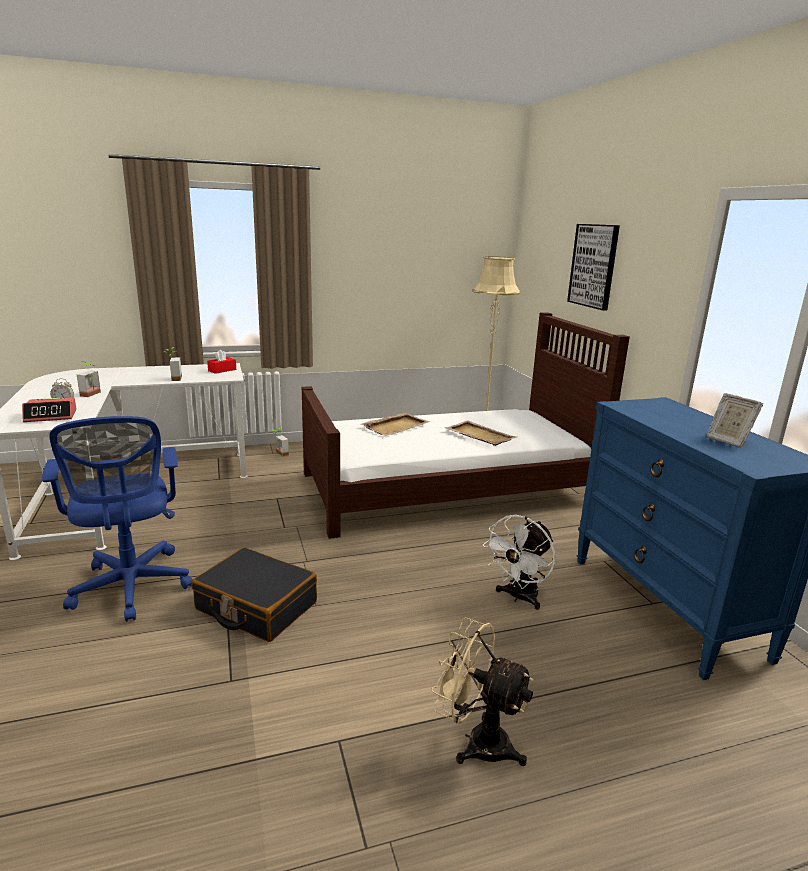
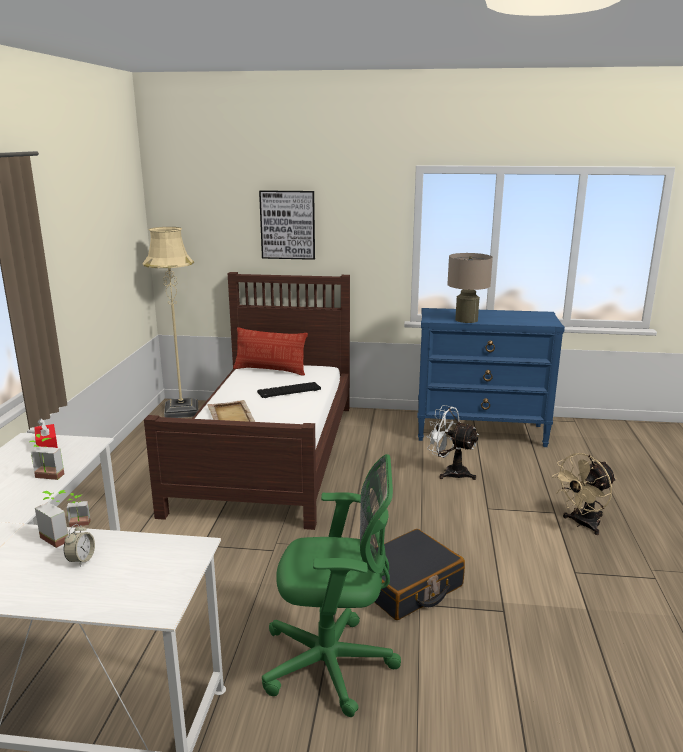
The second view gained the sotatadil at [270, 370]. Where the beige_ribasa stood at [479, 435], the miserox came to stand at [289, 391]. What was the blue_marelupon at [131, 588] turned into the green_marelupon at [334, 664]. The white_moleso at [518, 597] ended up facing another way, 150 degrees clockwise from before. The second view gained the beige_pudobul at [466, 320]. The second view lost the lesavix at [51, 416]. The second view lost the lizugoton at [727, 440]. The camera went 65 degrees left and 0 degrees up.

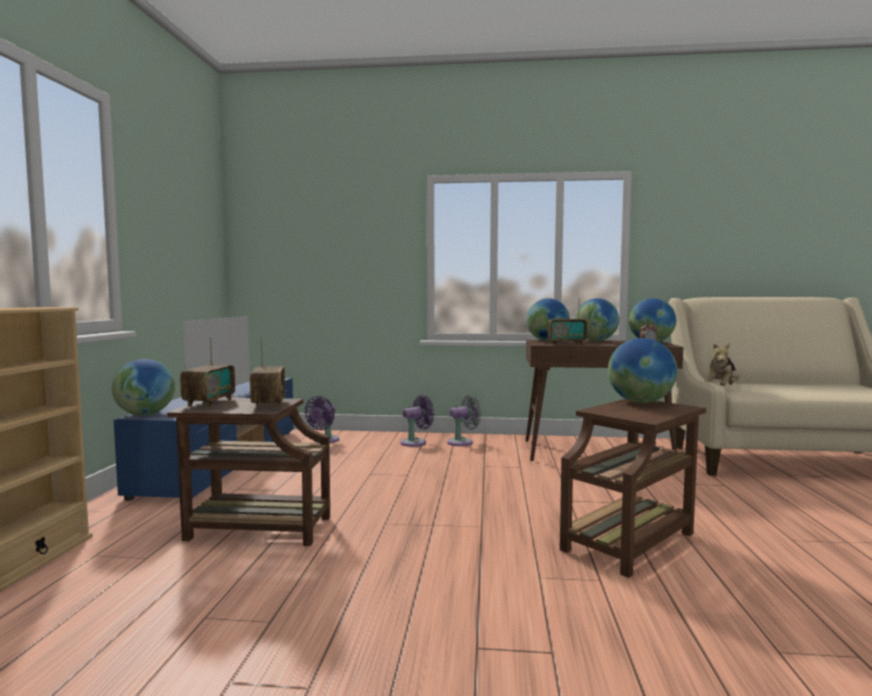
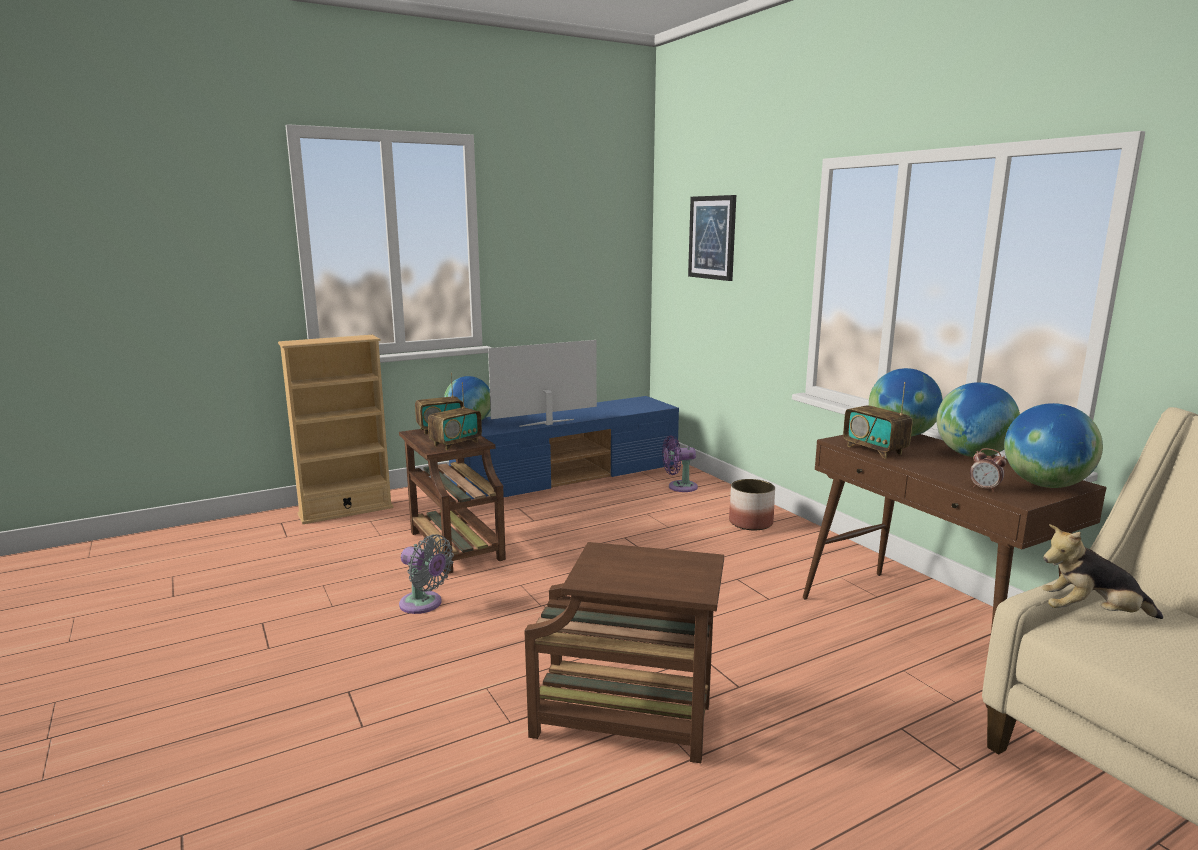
The grey_moleso ended up elsewhere, having gone from [462, 442] to [424, 604]. The second view gained the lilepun at [712, 237]. Where the purple_moleso stood at [416, 442], the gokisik came to stand at [750, 523]. The second view lost the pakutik at [640, 402]. The camera went 55 degrees right and 10 degrees up.

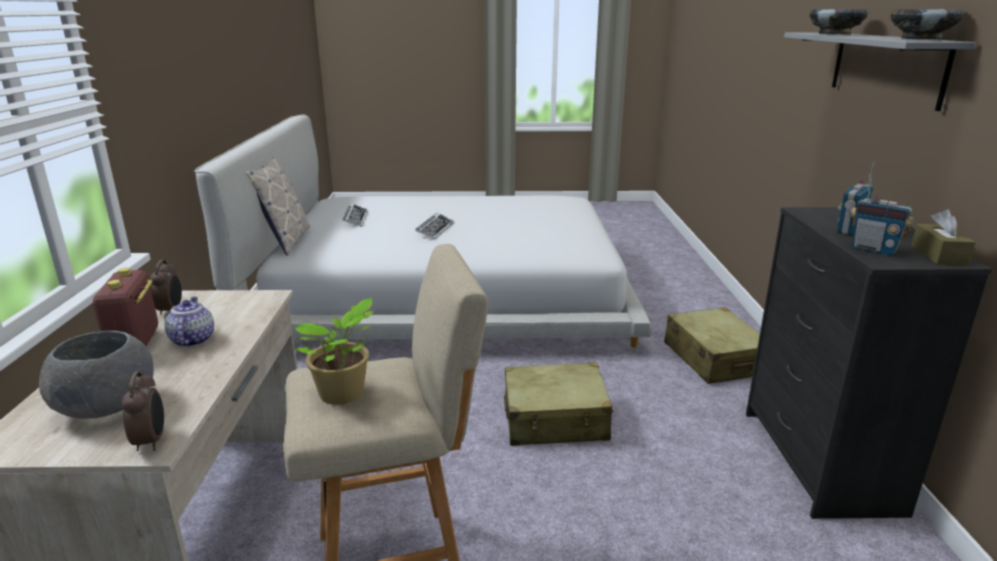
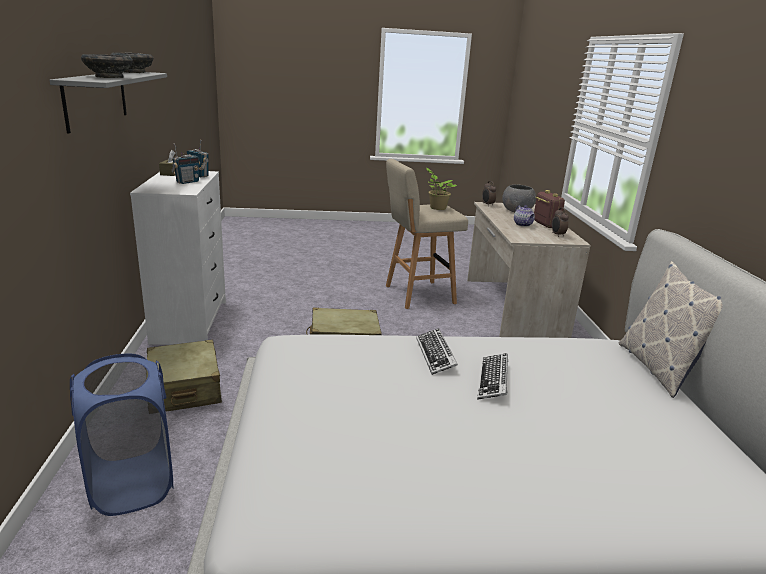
The second view gained the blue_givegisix at [132, 484]. What was the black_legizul at [818, 460] turned into the white_legizul at [191, 321]. The miserox ended up elsewhere, having gone from [355, 218] to [435, 355]. The camera went 175 degrees right and 0 degrees up.

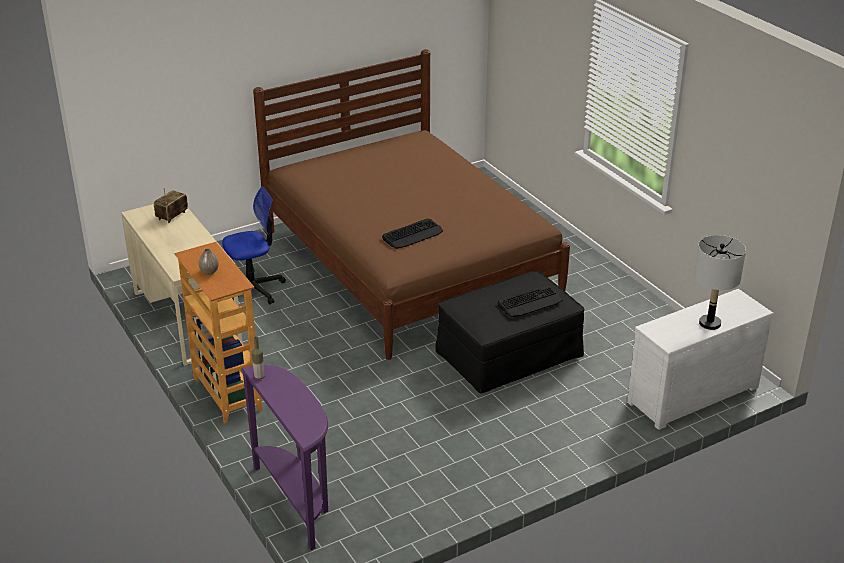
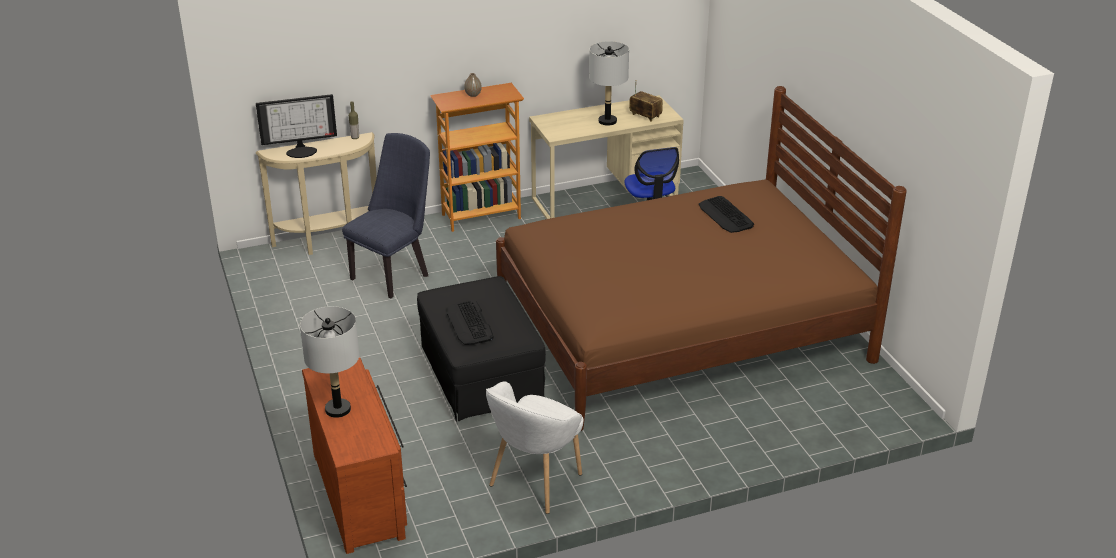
The second view gained the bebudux at [301, 150]. What was the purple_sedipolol at [297, 500] turned into the beige_sedipolol at [329, 242]. What was the white_legizul at [690, 393] turned into the brown_legizul at [362, 493]. The second view gained the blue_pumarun at [394, 274]. The second view gained the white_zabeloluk at [535, 483]. The second view gained the grey_pudobul at [607, 121]. The miserox ended up elsewhere, having gone from [413, 234] to [725, 215]. The camera went 100 degrees right and 0 degrees up.

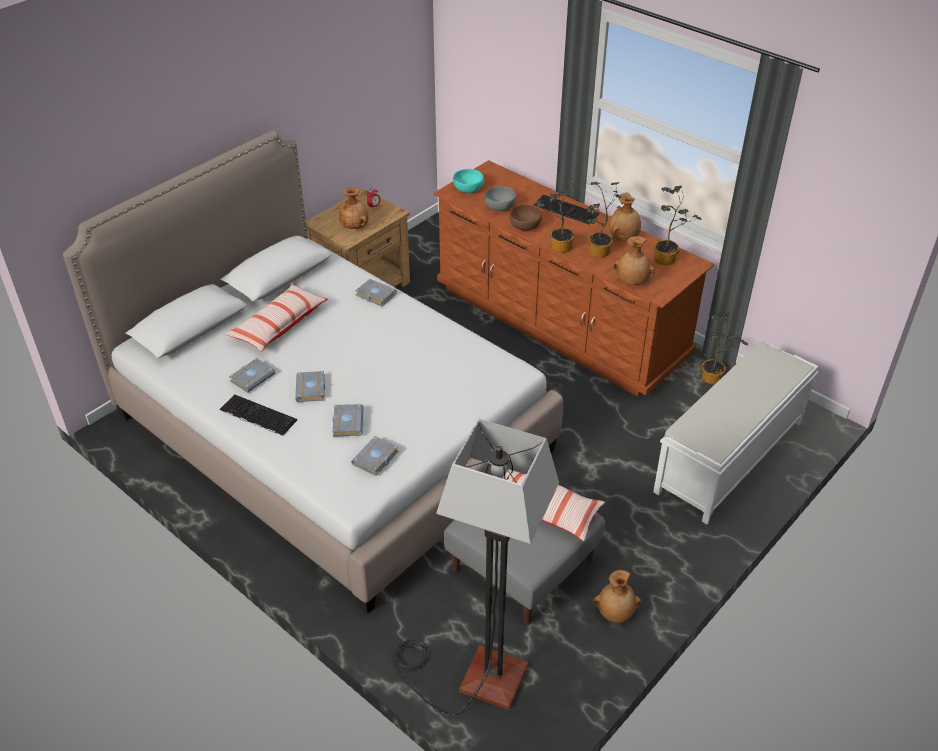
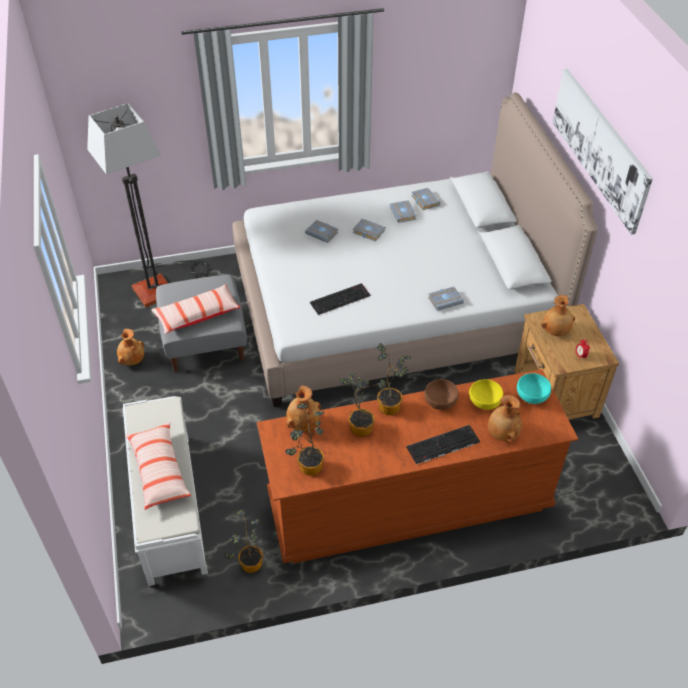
The sotatadil ended up elsewhere, having gone from [279, 325] to [159, 470]. The miserox ended up elsewhere, having gone from [257, 415] to [340, 298]. The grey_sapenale ended up elsewhere, having gone from [376, 459] to [424, 200]. What was the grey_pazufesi at [500, 206] turned into the yellow_pazufesi at [485, 401]. The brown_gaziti ended up elsewhere, having gone from [624, 236] to [502, 433]. The second view gained the lilepun at [600, 147]. The camera went 125 degrees right and 5 degrees up.

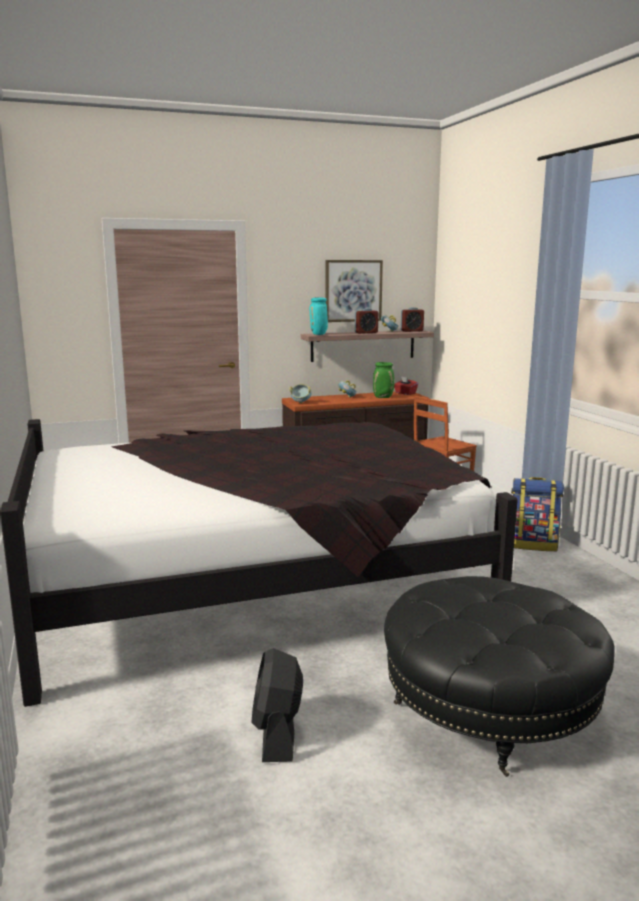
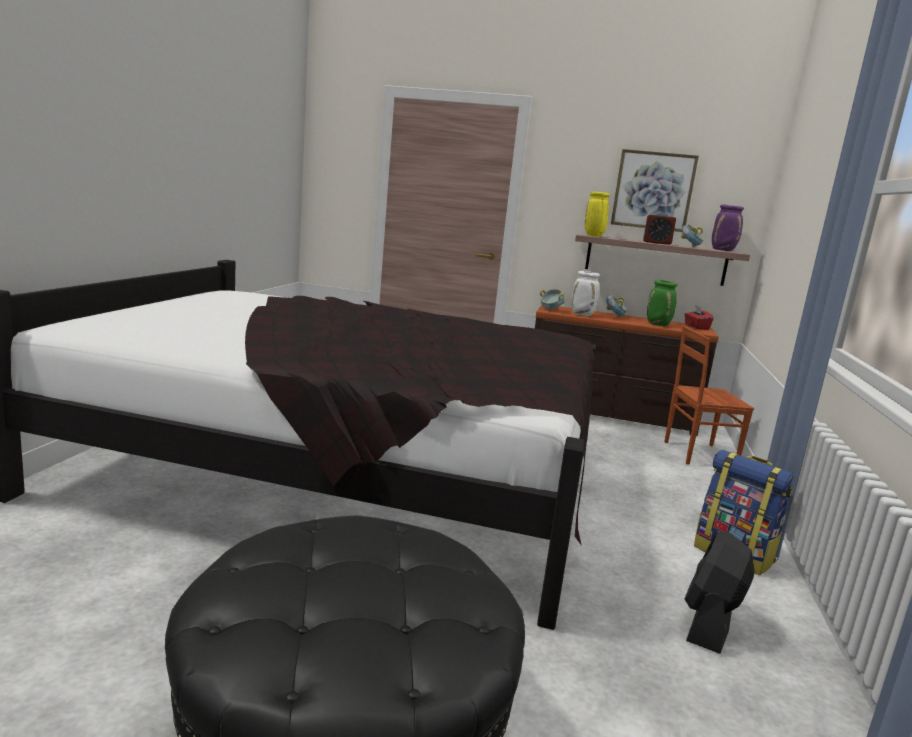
The second view gained the white_gaziti at [583, 315]. What was the turquoise_gaziti at [319, 334] turned into the yellow_gaziti at [594, 236]. The black_moleso ended up elsewhere, having gone from [277, 733] to [709, 623]. Where the lesavix stood at [411, 331], the purple_gaziti came to stand at [723, 250]. The camera went 30 degrees right and 0 degrees up.

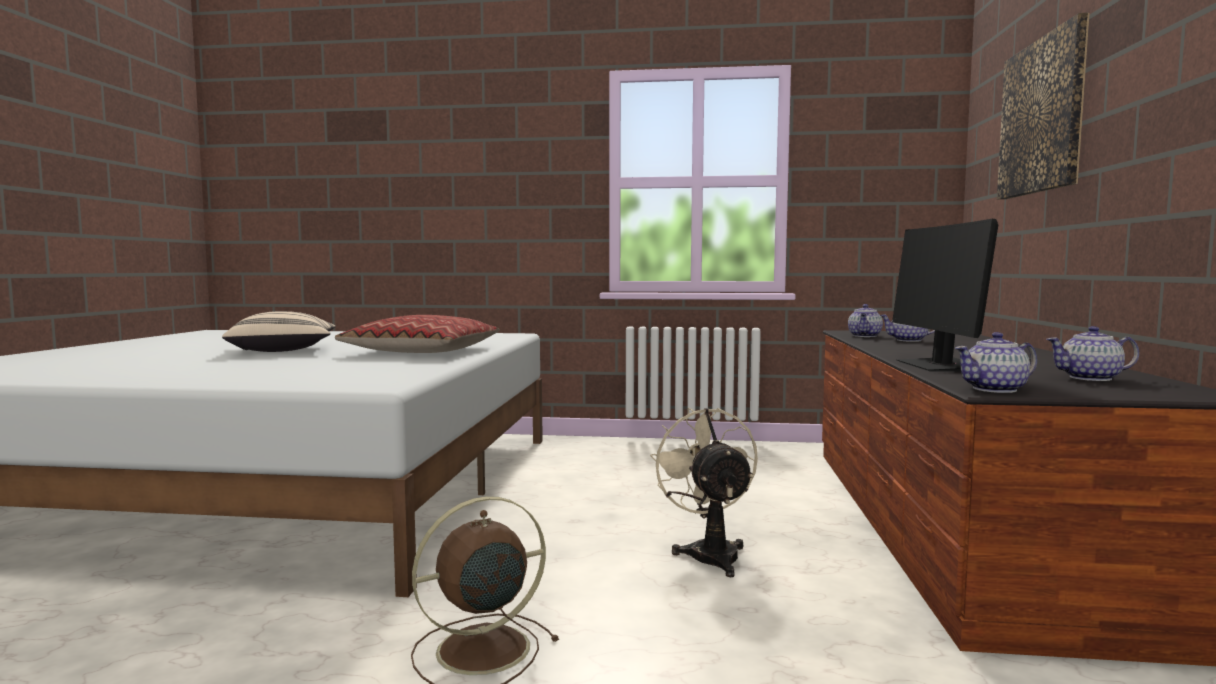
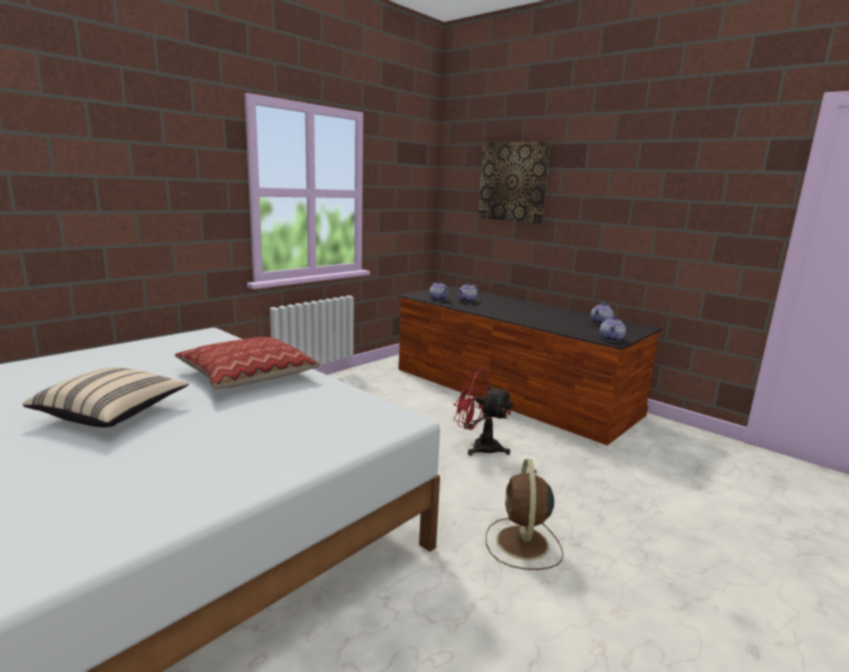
What was the beige_moleso at [709, 553] turned into the red_moleso at [478, 446]. The second view lost the bebudux at [940, 366]. The camera went 55 degrees left and 10 degrees up.

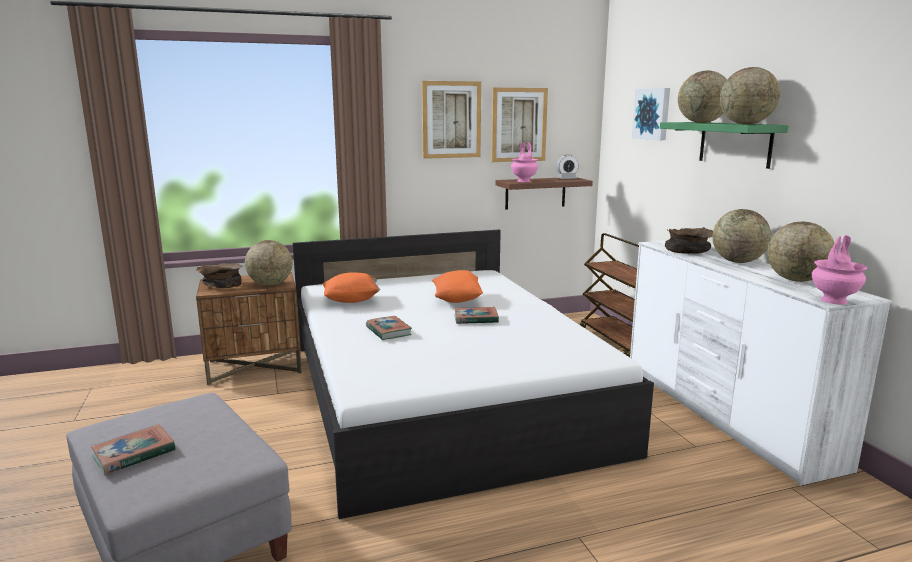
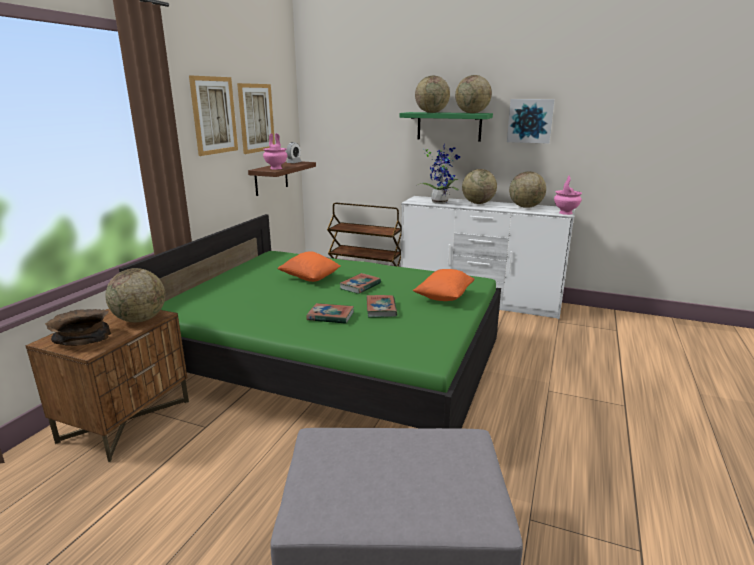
What was the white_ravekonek at [441, 394] turned into the green_ravekonek at [334, 360]. The sapenale ended up elsewhere, having gone from [134, 454] to [381, 309]. The orange_sotatadil ended up elsewhere, having gone from [352, 300] to [444, 297]. Where the brown_pazufesi stood at [689, 250], the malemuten came to stand at [440, 202]. The lilepun ended up elsewhere, having gone from [652, 114] to [530, 121]. The camera went 50 degrees left and 5 degrees up.

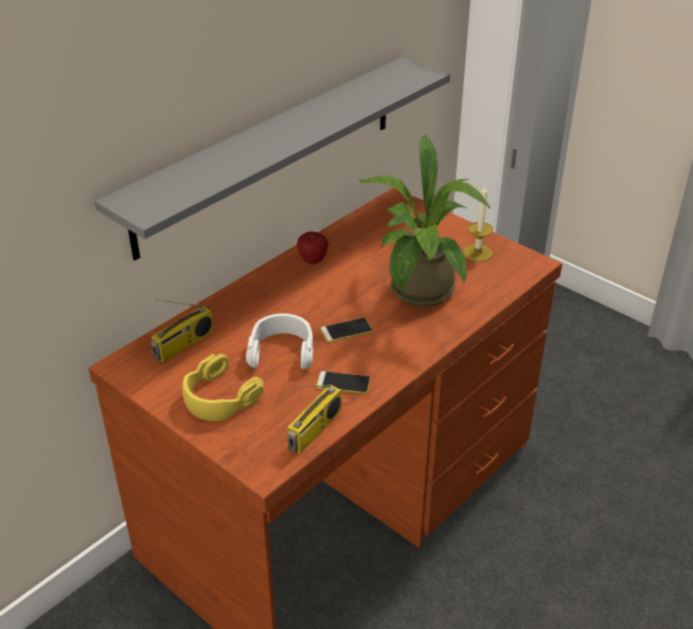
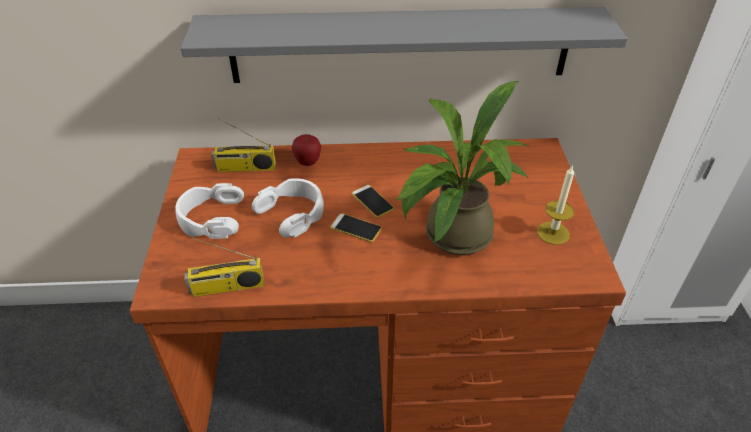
What was the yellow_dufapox at [219, 397] turned into the white_dufapox at [211, 218]. The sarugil ended up elsewhere, having gone from [312, 261] to [308, 162]. The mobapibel ended up elsewhere, having gone from [343, 383] to [372, 201]. The camera went 45 degrees right and 5 degrees up.

